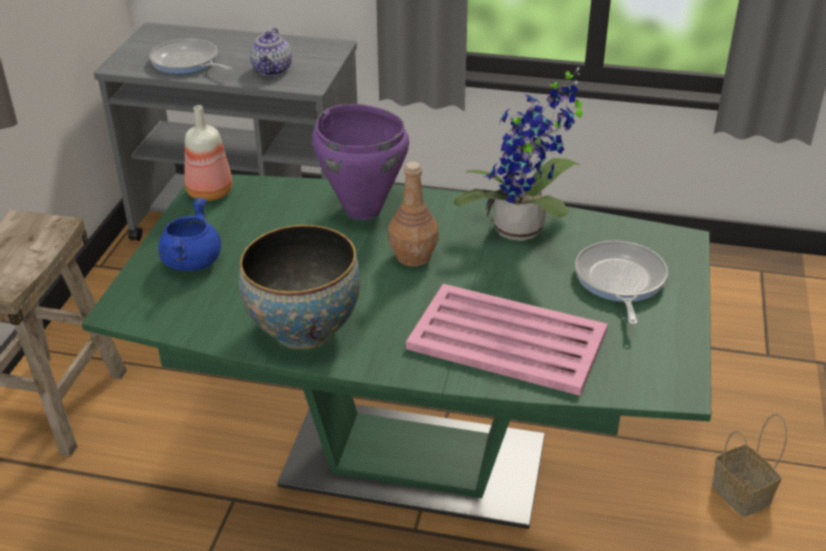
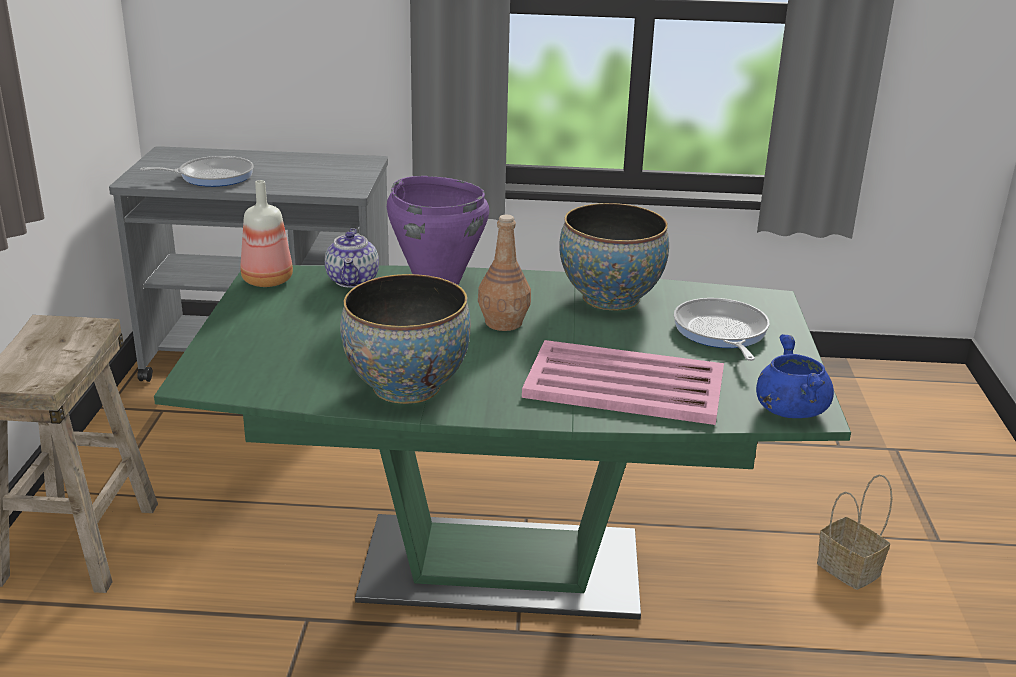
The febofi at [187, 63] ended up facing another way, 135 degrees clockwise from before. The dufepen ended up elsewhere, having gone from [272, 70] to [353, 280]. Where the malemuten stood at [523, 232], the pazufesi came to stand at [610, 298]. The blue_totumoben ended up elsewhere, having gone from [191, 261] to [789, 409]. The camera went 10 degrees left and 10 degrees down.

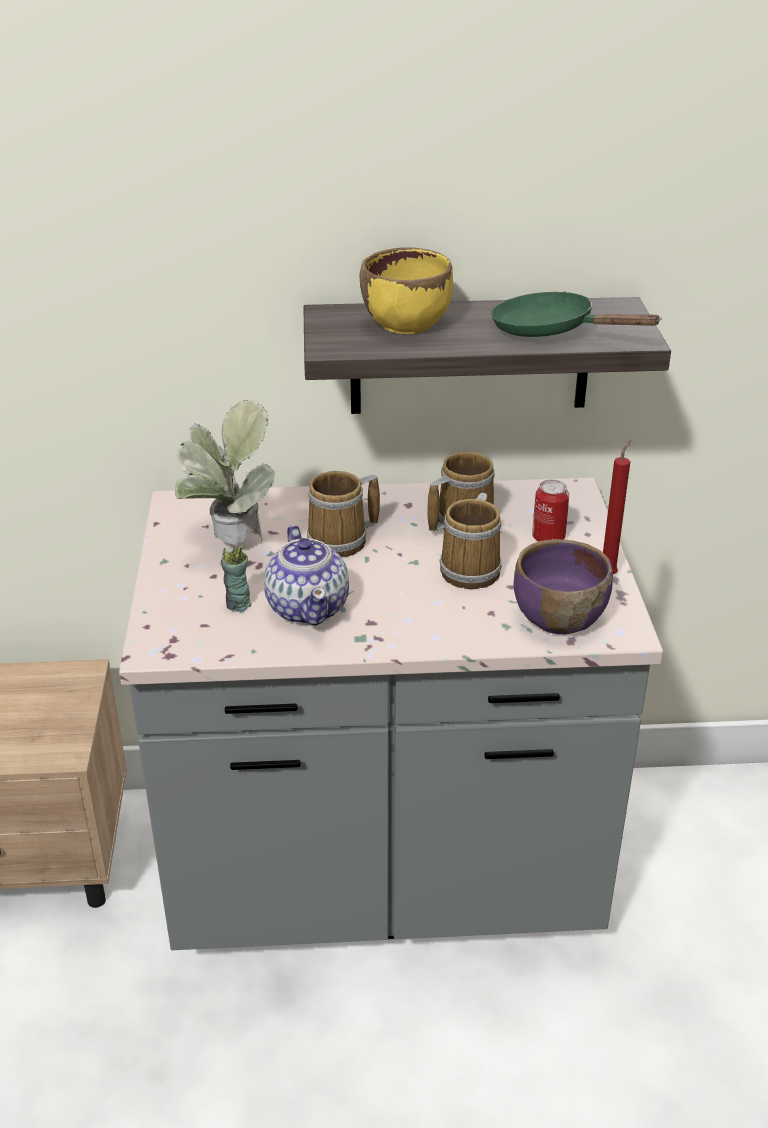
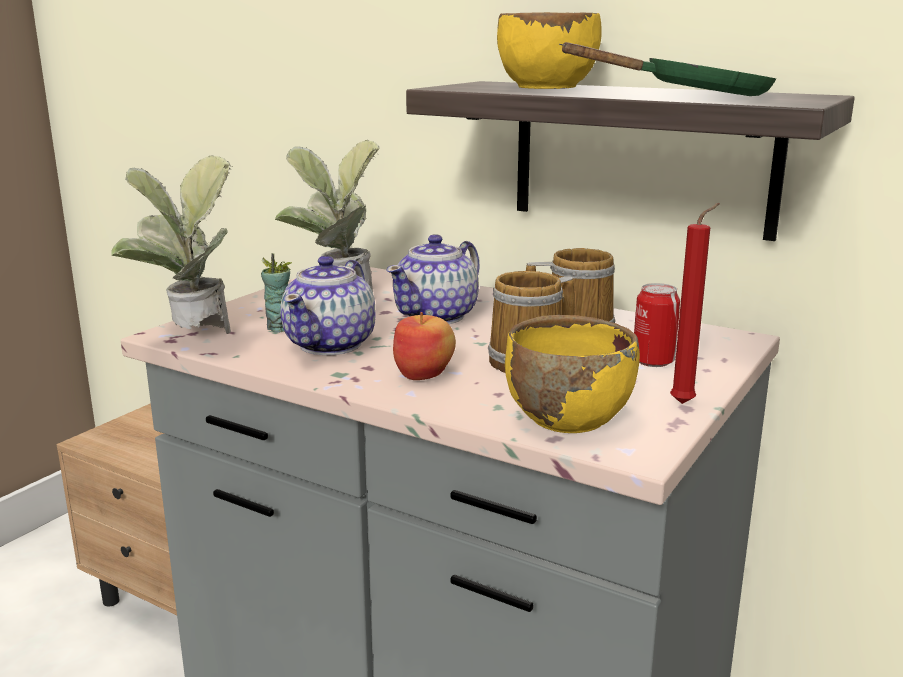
The second view gained the malemuten at [190, 338]. Where the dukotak stood at [342, 541], the dufepen came to stand at [437, 316]. The second view gained the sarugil at [424, 373]. What was the purple_pazufesi at [558, 618] turned into the yellow_pazufesi at [566, 418]. The green_febofi at [551, 331] ended up facing another way, 105 degrees clockwise from before. The camera went 35 degrees right and 15 degrees down.

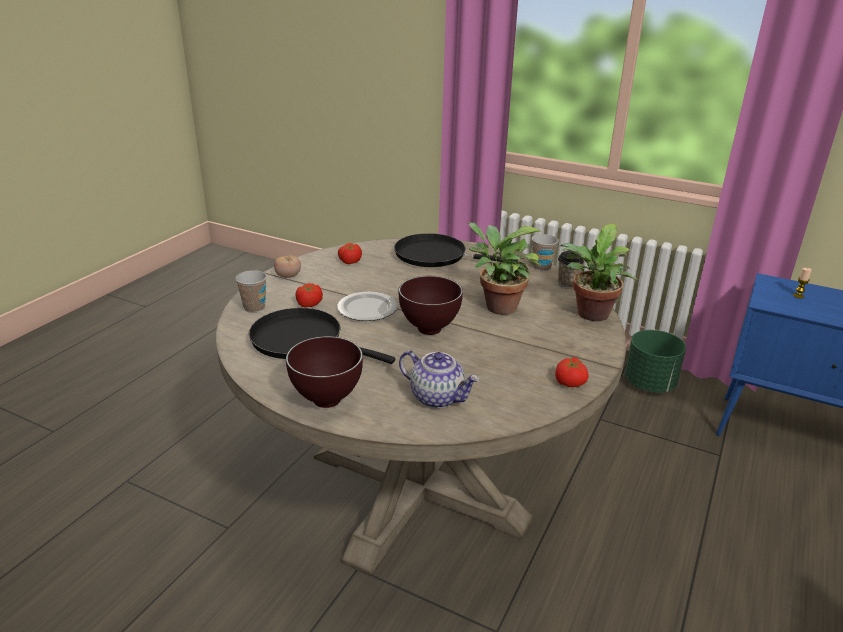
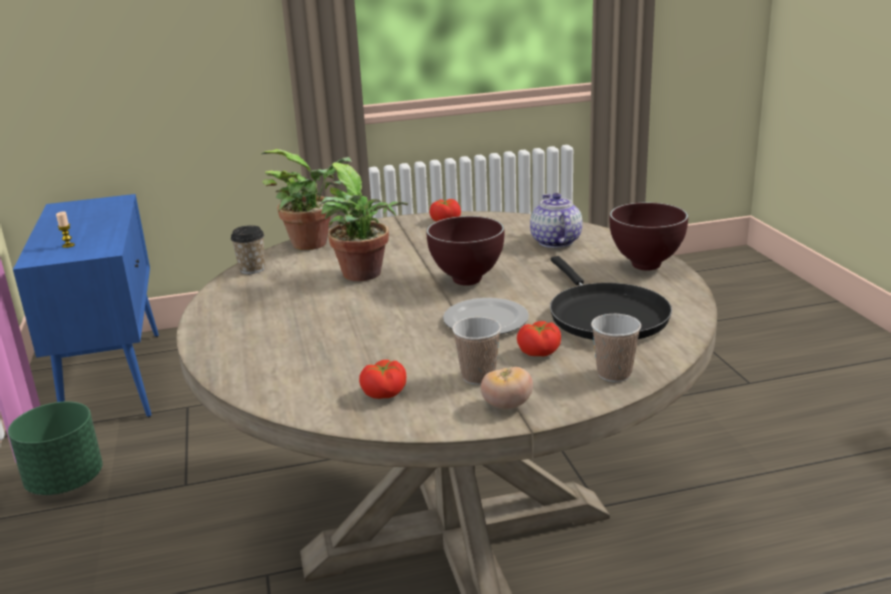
The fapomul ended up elsewhere, having gone from [541, 267] to [478, 377]. The second view lost the black_febofi at [436, 256]. The camera went 130 degrees left and 5 degrees down.

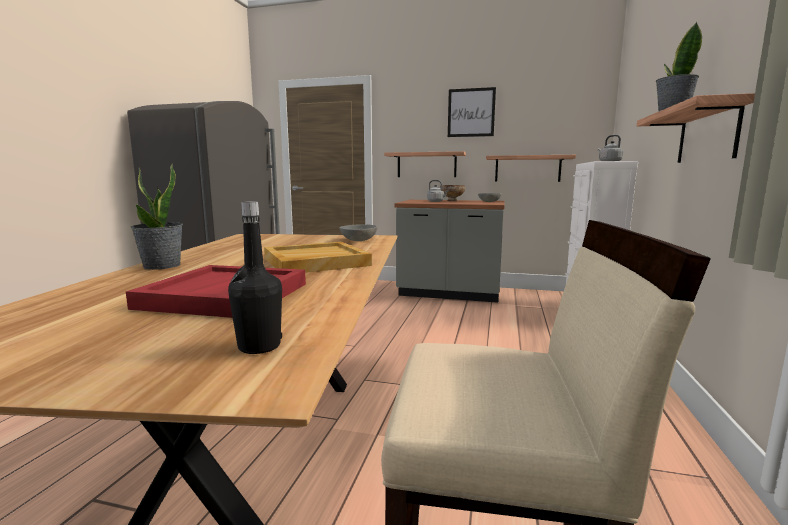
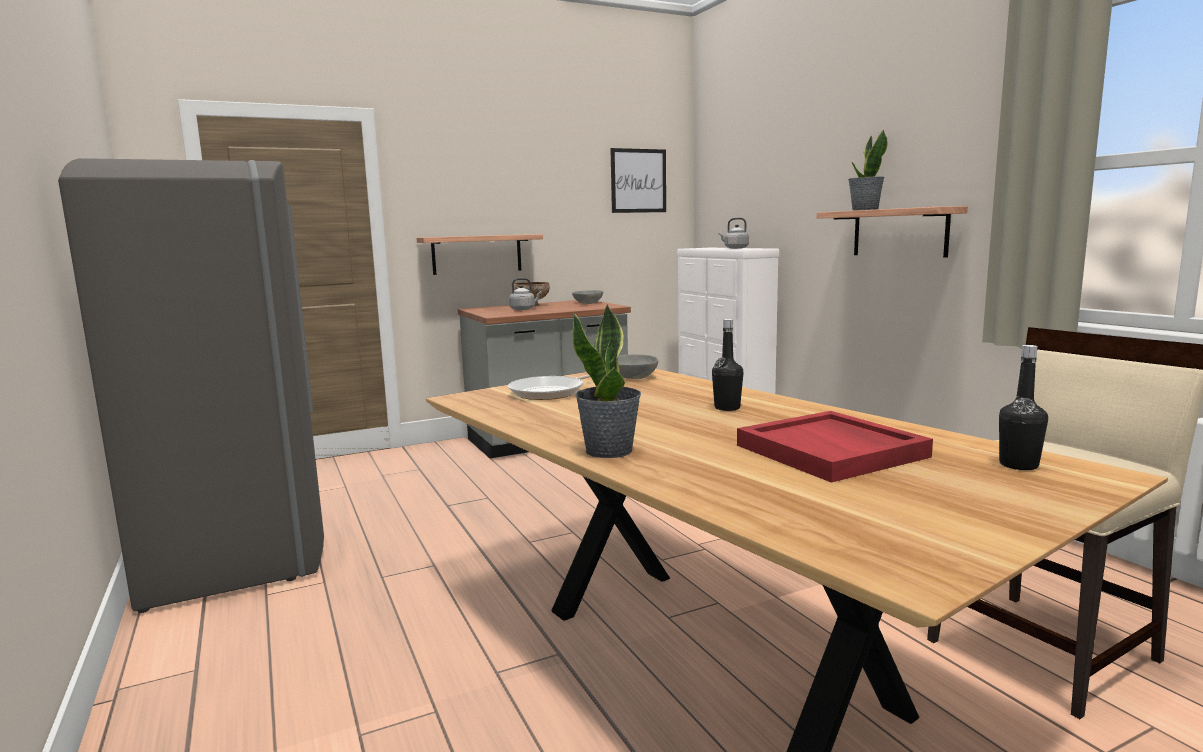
The second view gained the febofi at [550, 392]. The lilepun ended up elsewhere, having gone from [471, 112] to [638, 181]. Where the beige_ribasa stood at [315, 262], the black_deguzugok came to stand at [727, 408]. The second view lost the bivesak at [527, 169]. The camera went 40 degrees left and 0 degrees up.

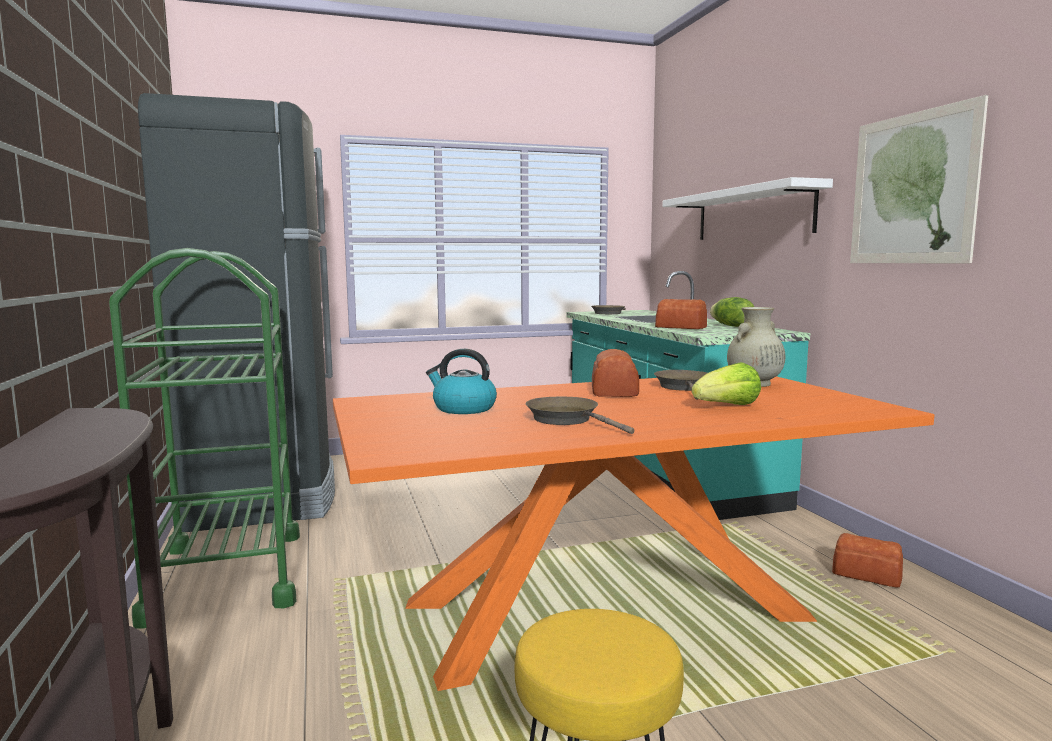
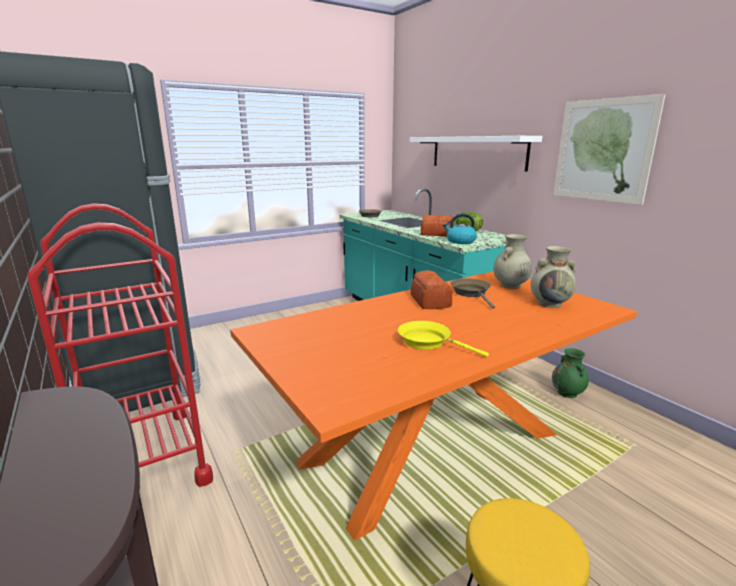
What was the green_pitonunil at [227, 575] turned into the red_pitonunil at [145, 460]. What was the brown_febofi at [567, 420] turned into the yellow_febofi at [428, 342]. The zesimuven ended up elsewhere, having gone from [463, 408] to [460, 241]. The second view gained the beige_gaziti at [550, 304]. Where the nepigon stood at [868, 575], the green_gaziti came to stand at [567, 393]. The second view lost the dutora at [727, 406]. The camera went 15 degrees left and 10 degrees up.

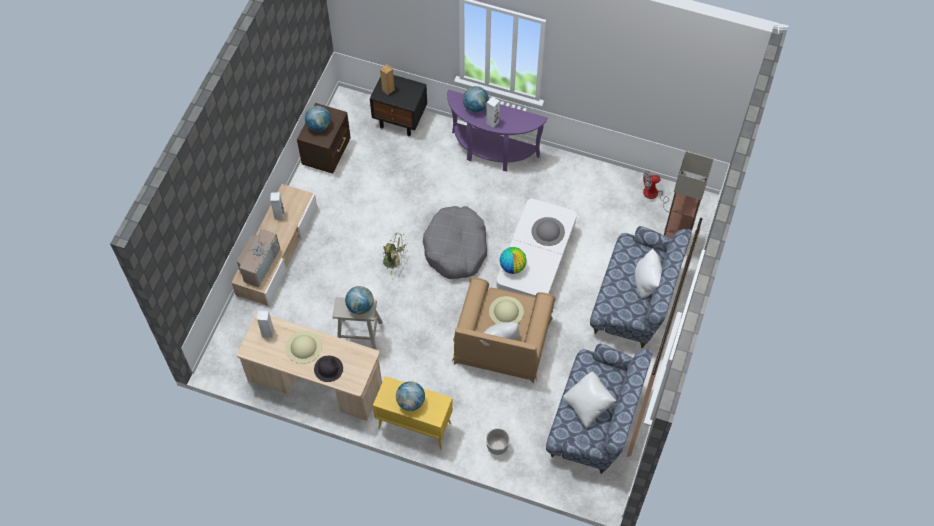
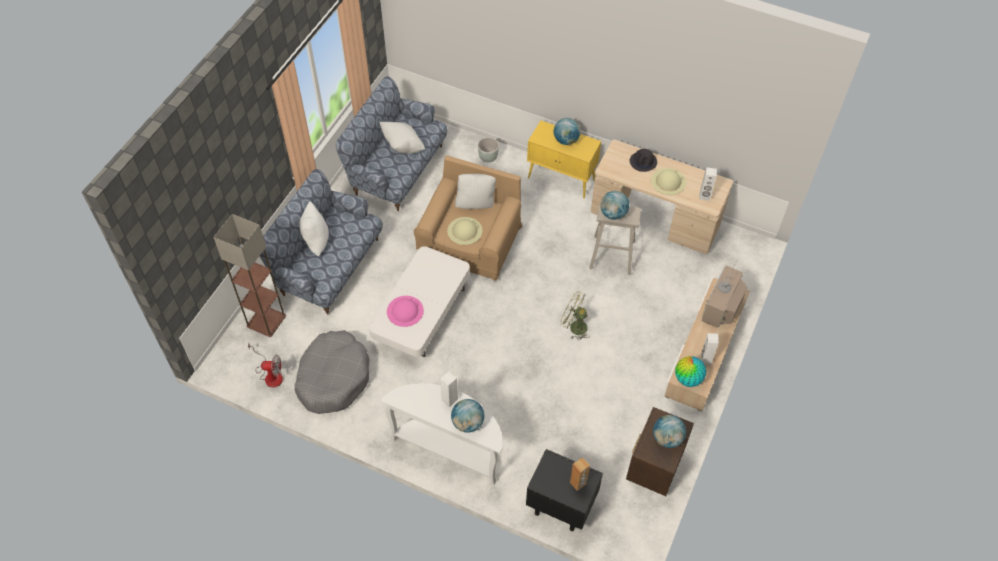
The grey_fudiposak ended up elsewhere, having gone from [456, 248] to [333, 377]. What was the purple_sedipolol at [491, 152] turned into the white_sedipolol at [450, 448]. What was the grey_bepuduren at [548, 231] turned into the pink_bepuduren at [405, 311]. The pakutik ended up elsewhere, having gone from [512, 267] to [688, 379]. The camera went 175 degrees left and 5 degrees down.

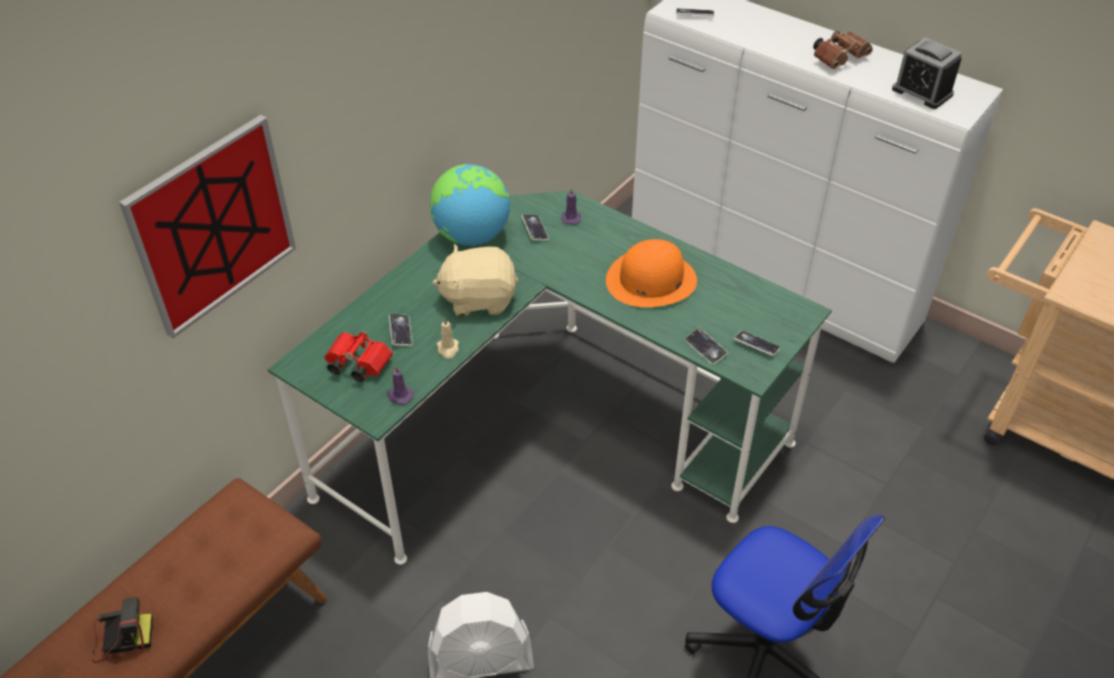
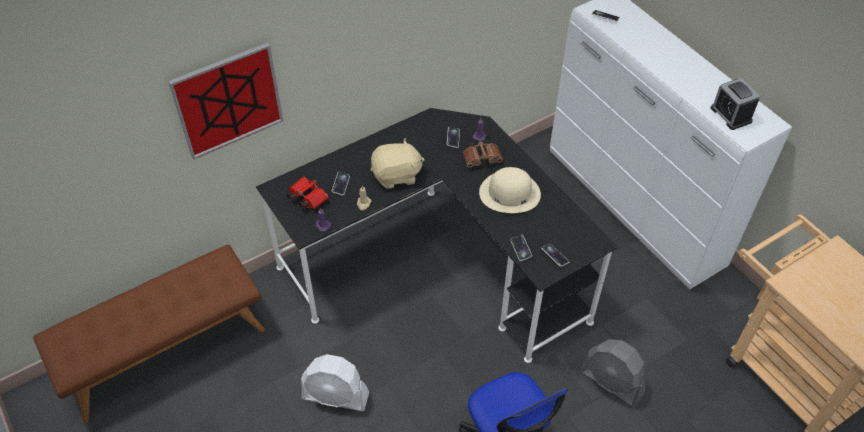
What was the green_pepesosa at [549, 427] turned into the black_pepesosa at [439, 265]. The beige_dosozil at [478, 298] ended up facing another way, 150 degrees clockwise from before. The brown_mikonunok ended up elsewhere, having gone from [840, 58] to [482, 159]. What was the orange_bepuduren at [651, 280] turned into the beige_bepuduren at [509, 193]. The second view gained the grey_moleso at [611, 383]. The second view lost the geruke at [120, 637]. The second view lost the pakutik at [471, 236]. The camera went 20 degrees right and 5 degrees up.

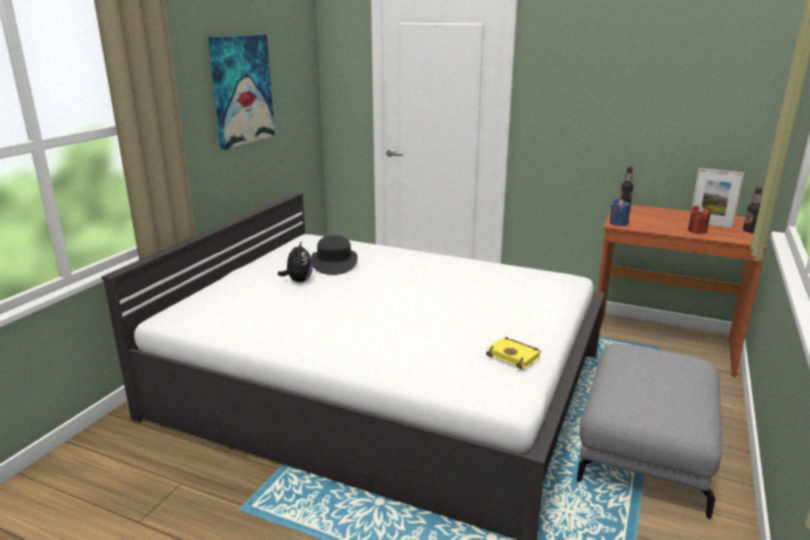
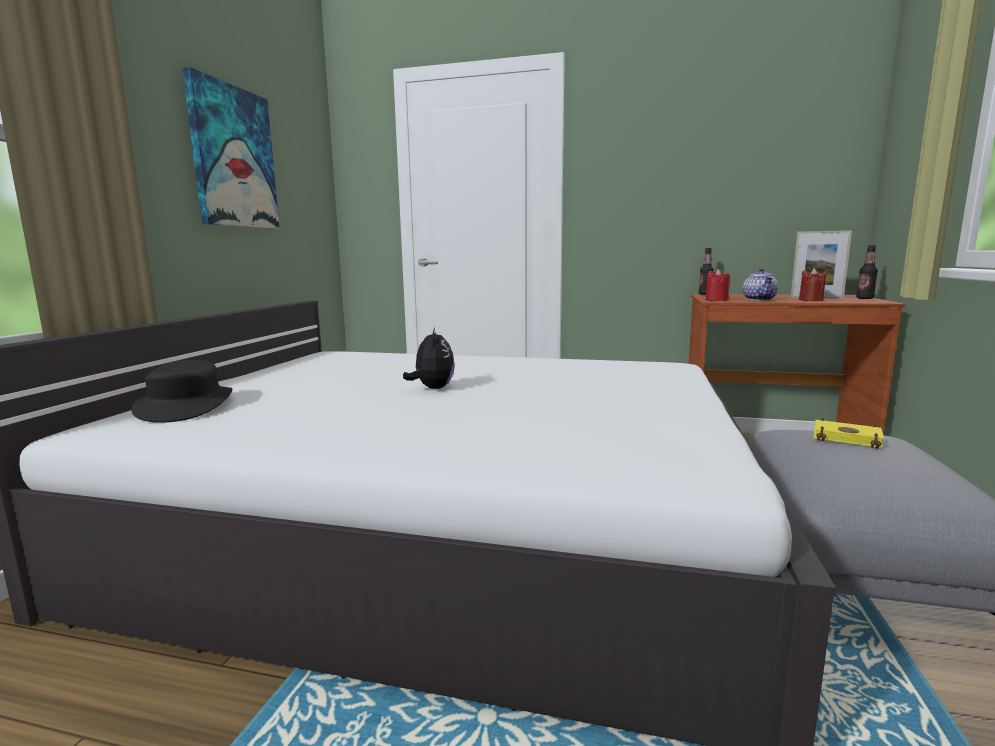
The black_bepuduren ended up elsewhere, having gone from [334, 262] to [186, 406]. The dosozil ended up elsewhere, having gone from [298, 281] to [432, 388]. What was the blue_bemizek at [618, 223] turned into the red_bemizek at [716, 300]. The second view gained the dufepen at [759, 299]. The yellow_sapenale ended up elsewhere, having gone from [515, 356] to [848, 438]. The camera went 10 degrees left and 10 degrees down.

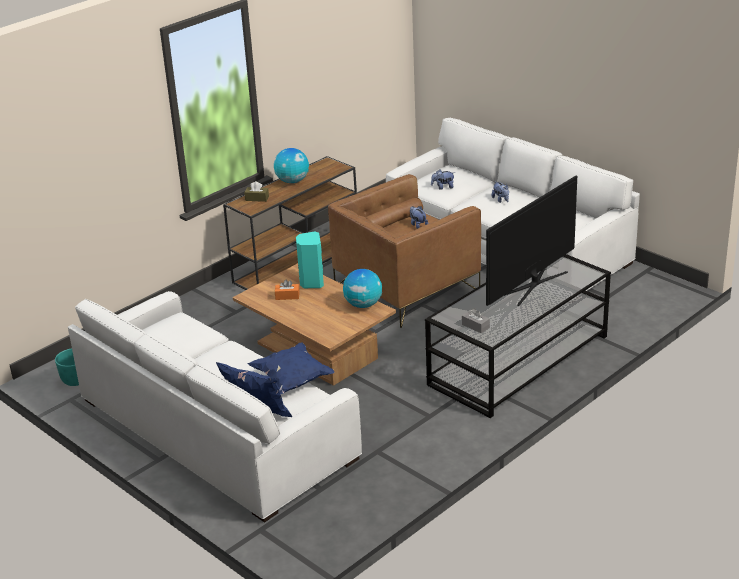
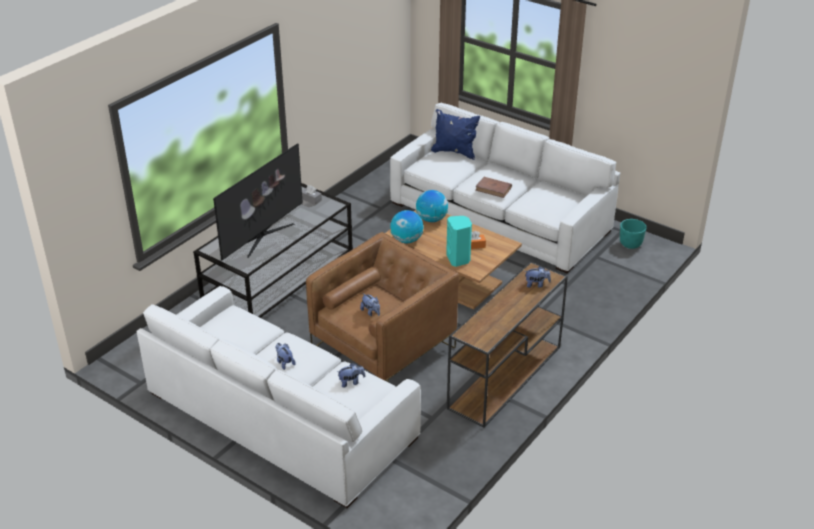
The pakutik ended up elsewhere, having gone from [292, 181] to [431, 219]. The second view gained the brown_sapenale at [493, 189]. Where the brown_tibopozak stood at [257, 198], the dosozil came to stand at [536, 284]. The second view lost the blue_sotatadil at [292, 380]. The camera went 170 degrees right and 5 degrees up.

